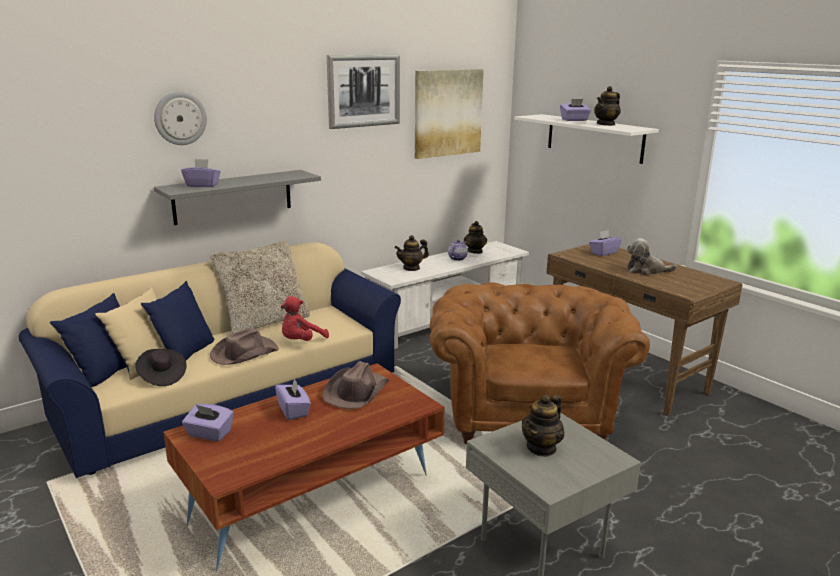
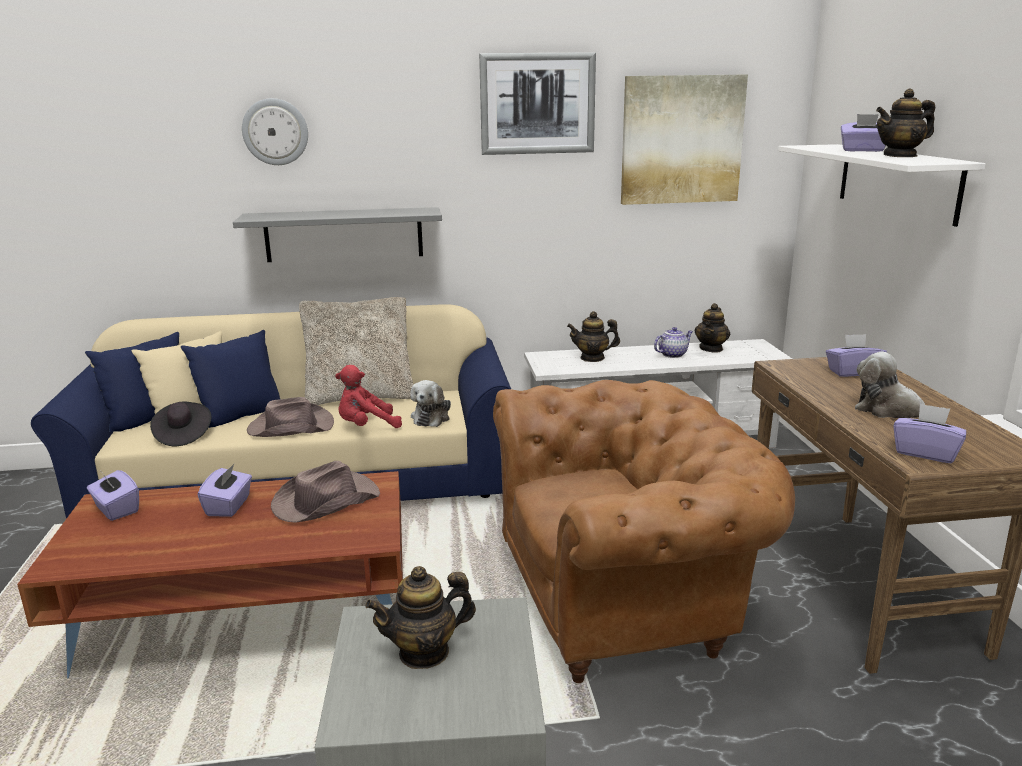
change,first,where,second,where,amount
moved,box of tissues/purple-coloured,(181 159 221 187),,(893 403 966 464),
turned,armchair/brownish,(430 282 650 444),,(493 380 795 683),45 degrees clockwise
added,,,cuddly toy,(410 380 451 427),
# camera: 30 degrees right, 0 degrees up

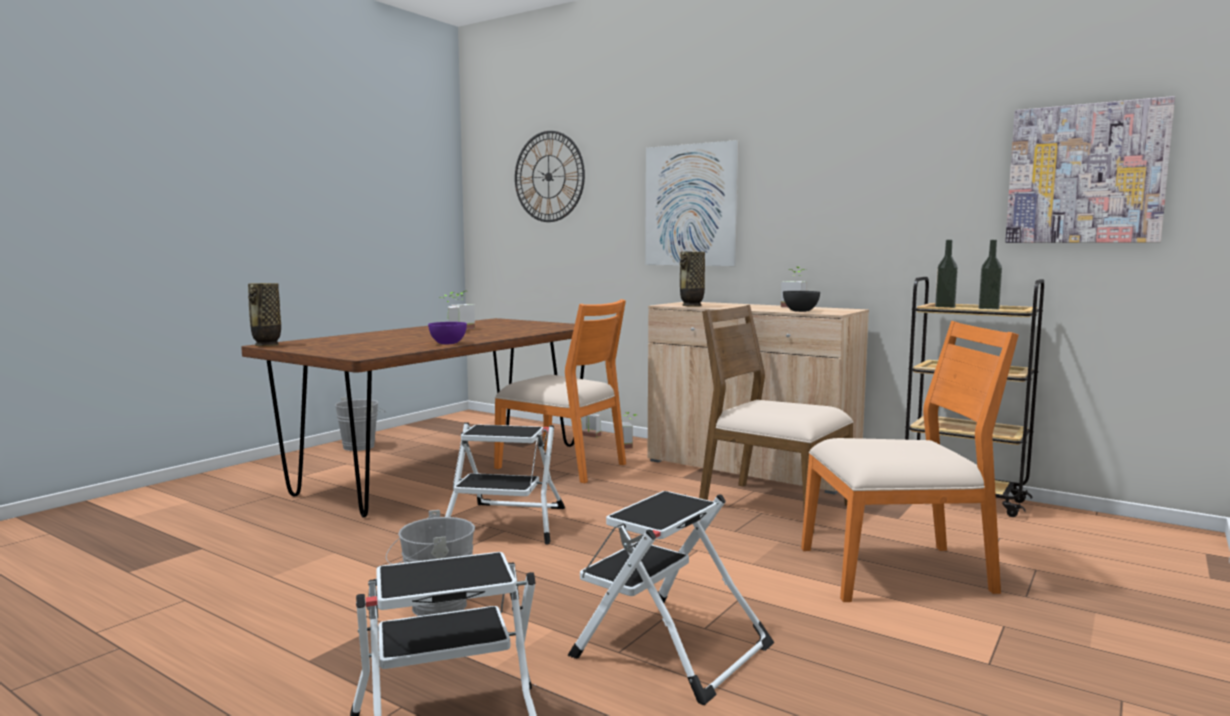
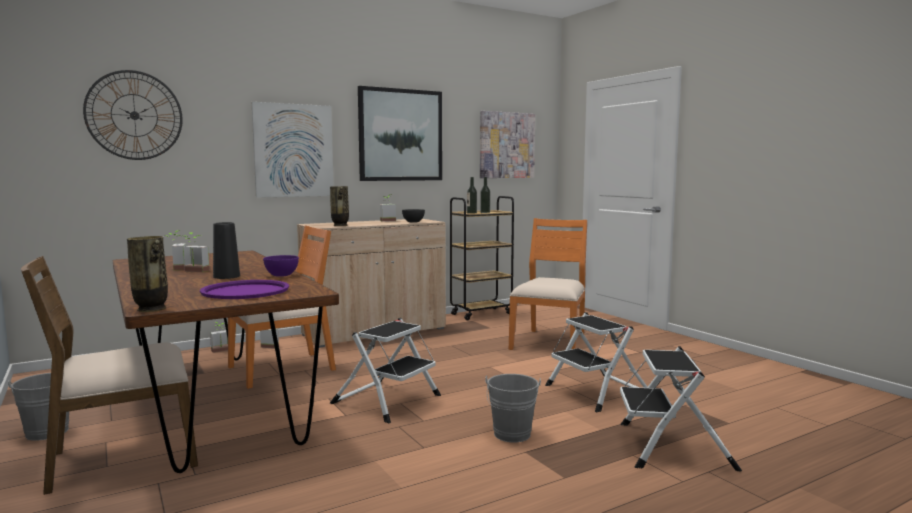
change,first,where,second,where,amount
moved,plain chair/brownish,(699 305 853 533),,(21 256 198 495),
added,,,picture,(358 86 442 181),
added,,,decorative vase/black-coloured,(213 222 240 279),
added,,,serving tray/purple-coloured,(200 280 289 299),
# camera: 65 degrees left, 0 degrees up

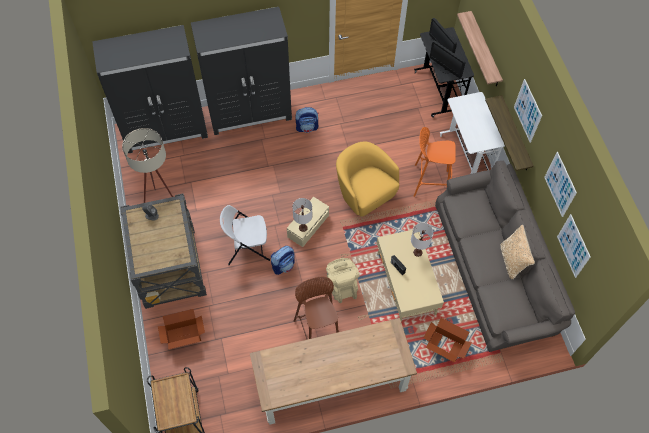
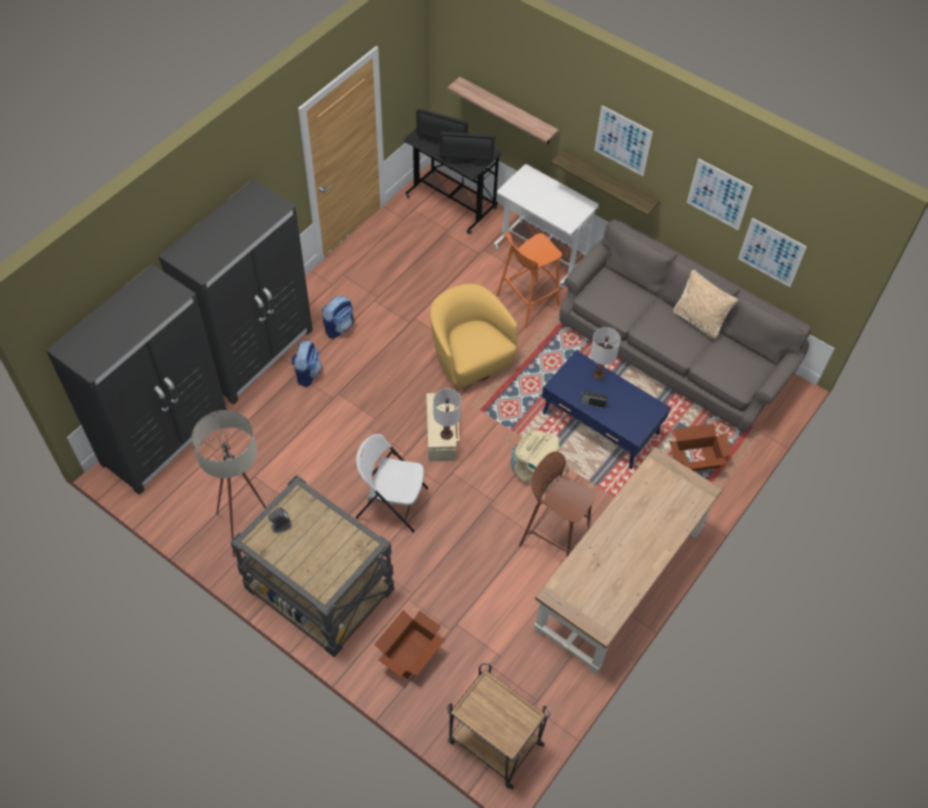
change,first,where,second,where,amount
turned,armchair/yellowish,(336 142 399 217),,(430 284 517 388),45 degrees clockwise
turned,plain chair/whitish,(220 205 270 265),,(356 434 428 533),60 degrees clockwise
recoloured,low table/beige,(377 230 444 321),low table/blue-coloured,(542 350 671 469),
moved,backpack,(271 246 295 275),,(291 340 322 387),
# camera: 40 degrees left, 5 degrees down

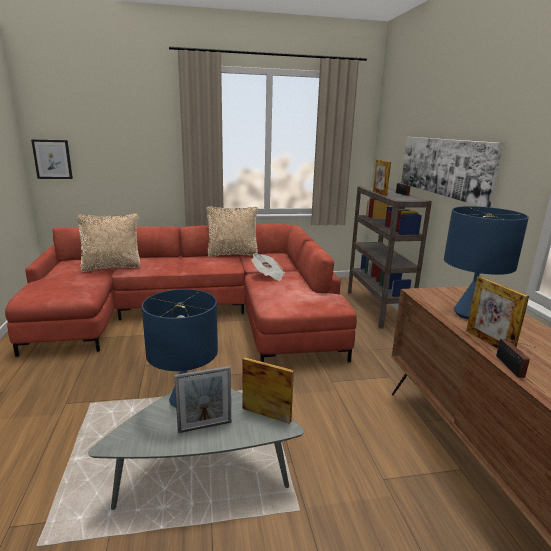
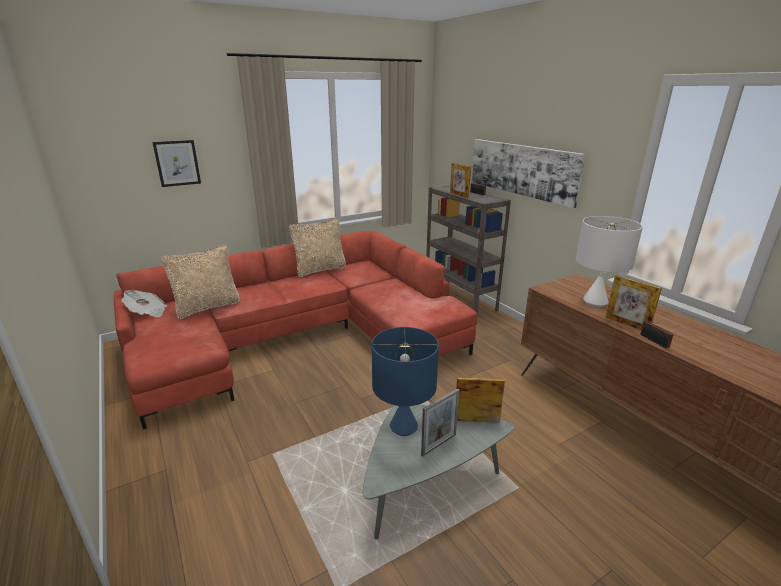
change,first,where,second,where,amount
moved,picture,(31 139 73 179),,(152 140 201 187),
recoloured,lamp for a table/blue-coloured,(444 206 529 319),lamp for a table/whitish,(576 216 643 307),
moved,printed paper,(251 253 285 281),,(122 290 167 317),
# camera: 20 degrees left, 5 degrees up

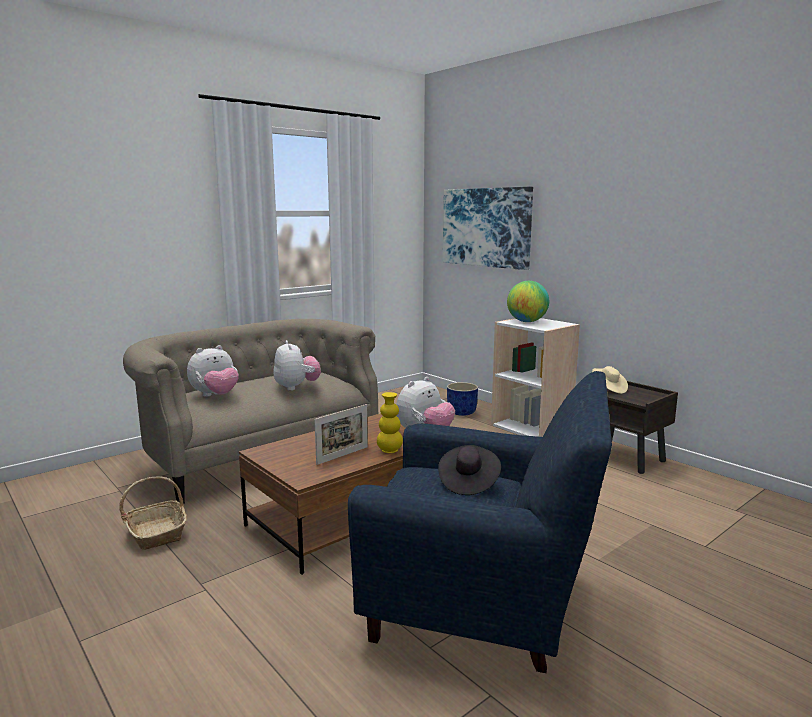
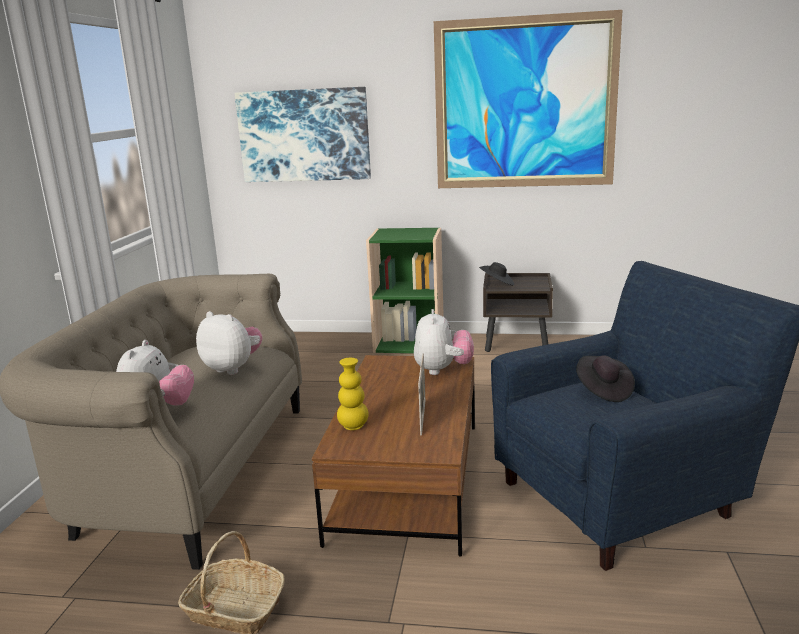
change,first,where,second,where,amount
removed,desk globe,(507 281 549 322),,,
recoloured,shelving unit/whitish,(491 318 580 437),shelving unit/green-coloured,(366 228 444 353),
recoloured,wearable hat/beige,(592 366 628 394),wearable hat/black-coloured,(479 262 514 285),
removed,planter/blue-coloured,(447 382 478 416),,,
moved,decorative vase/yellowish,(377 392 403 453),,(337 358 369 430),
added,,,picture,(434 10 622 188),
# camera: 40 degrees left, 5 degrees up

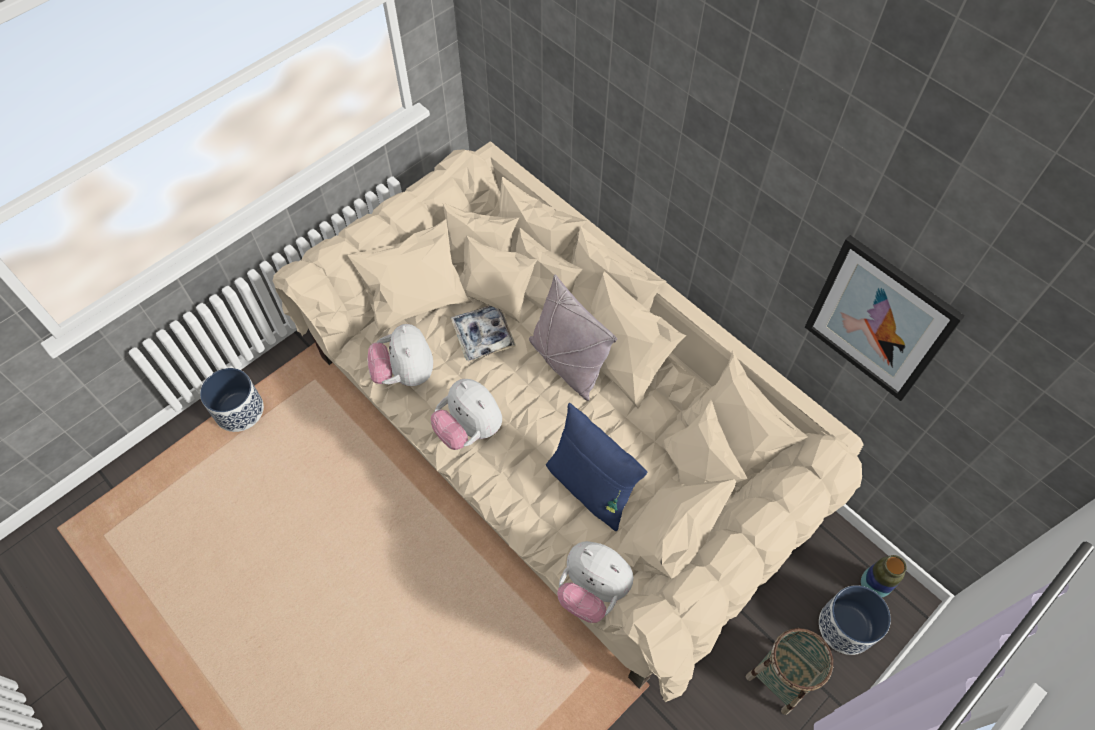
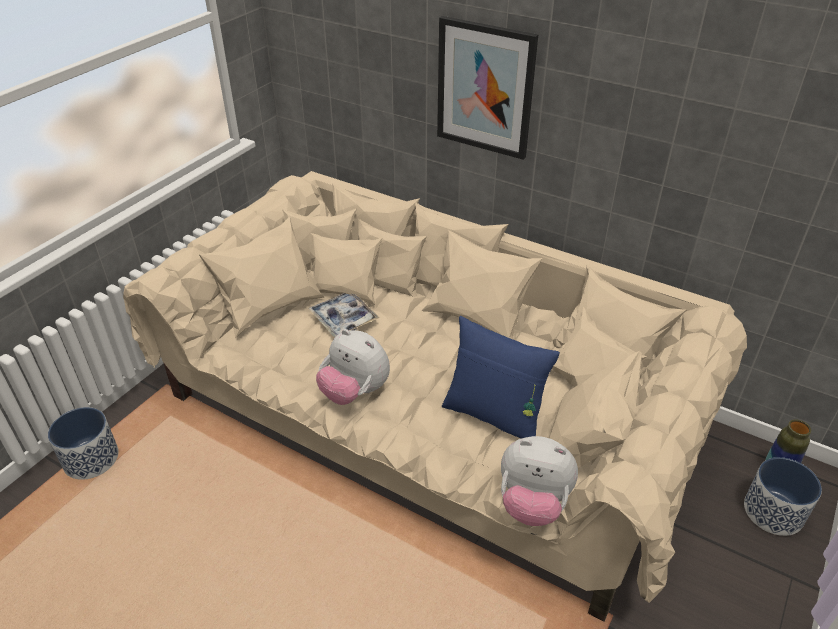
change,first,where,second,where,amount
moved,picture,(805 235 965 401),,(437 16 538 160),
removed,cushion/purple-coloured,(529 274 617 401),,,
removed,cuddly toy,(368 324 433 386),,,
removed,storage basket,(746 628 834 715),,,
# camera: 15 degrees left, 20 degrees down

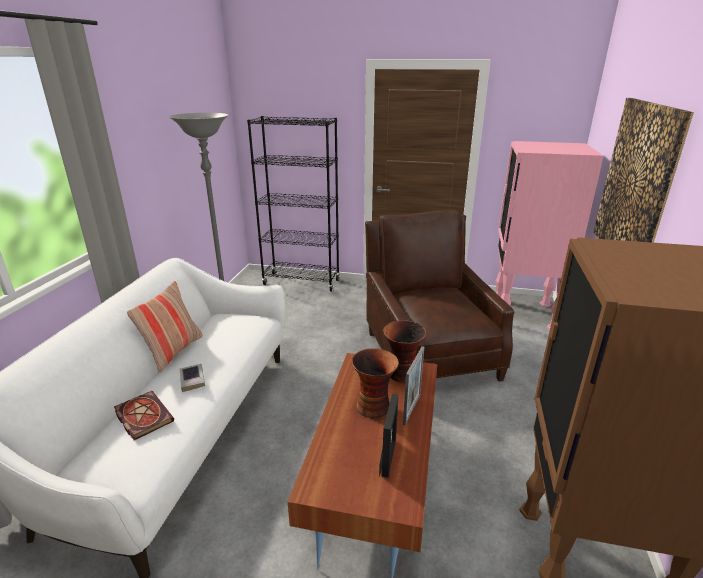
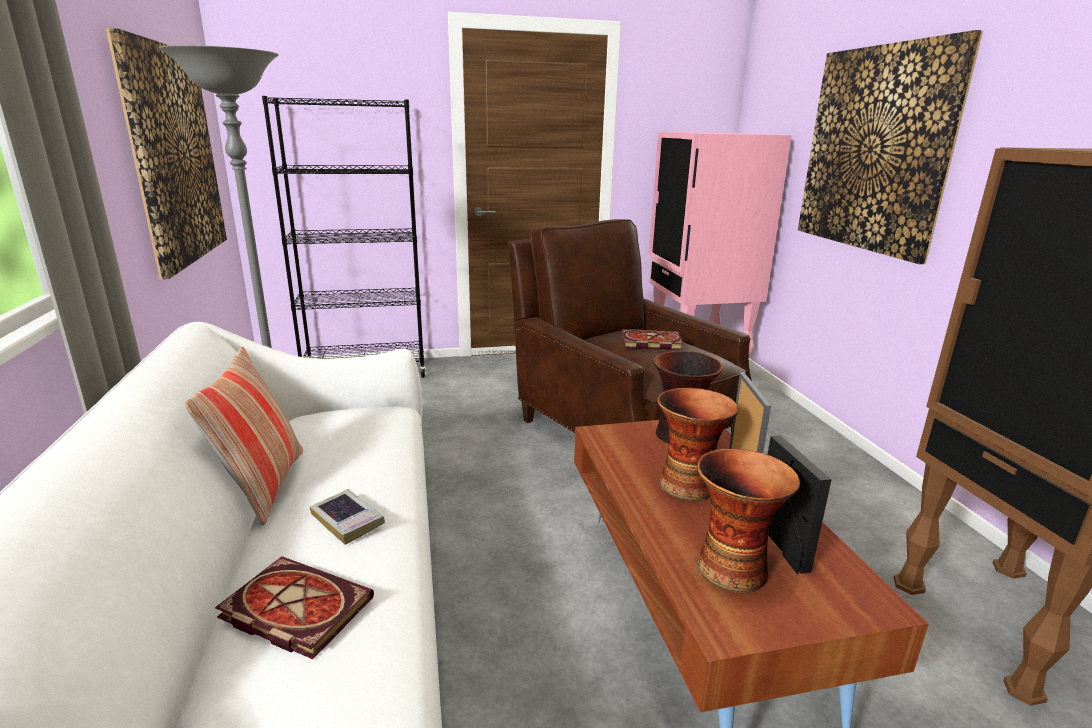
change,first,where,second,where,amount
added,,,picture,(106 28 227 279),
added,,,bound book,(622 329 683 350),
added,,,decorative vase,(696 449 800 593),
# camera: 25 degrees left, 5 degrees down

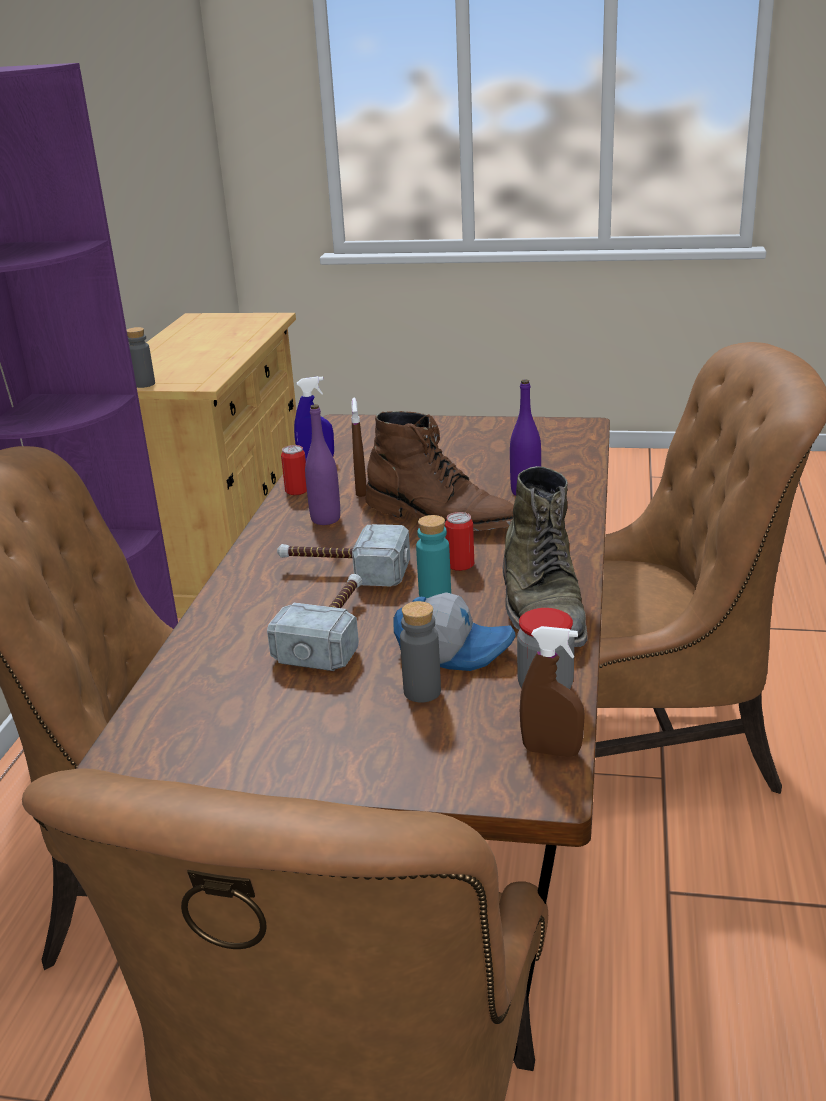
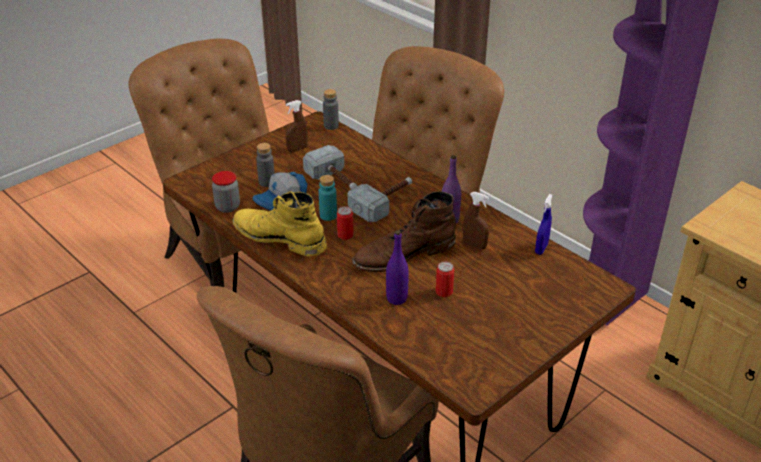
change,first,where,second,where,amount
moved,beverage bottle/grey,(127 327 155 388),,(323 89 339 130),
moved,can,(281 445 307 495),,(436 262 454 297),
recoloured,tall boot/green-coloured,(503 466 588 647),tall boot/yellowish,(233 191 327 256),
moved,hand sprayer/brownish,(520 626 585 757),,(285 100 308 153),
# camera: 125 degrees right, 10 degrees up

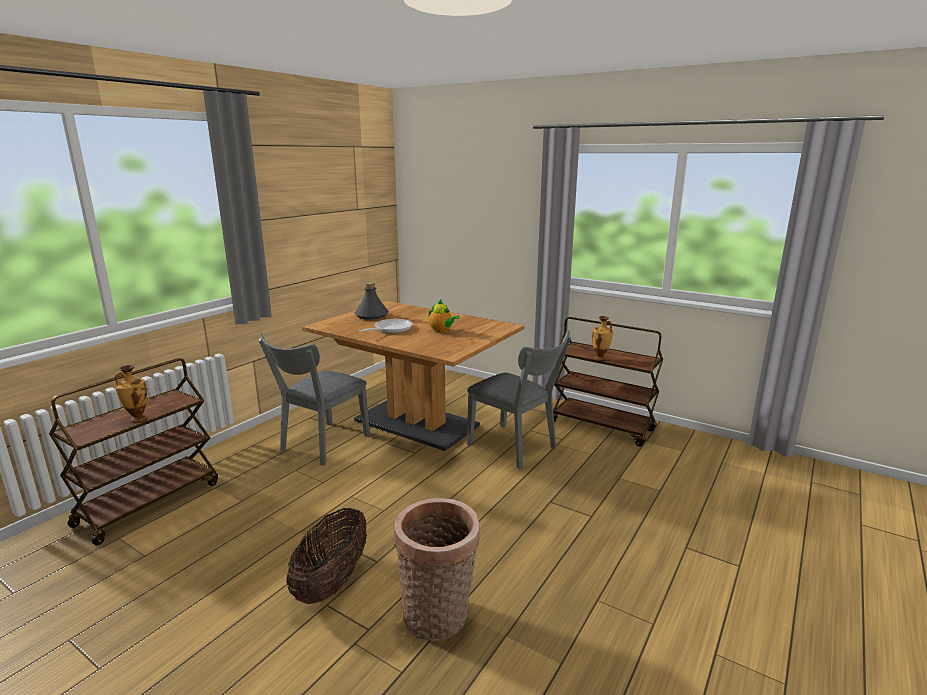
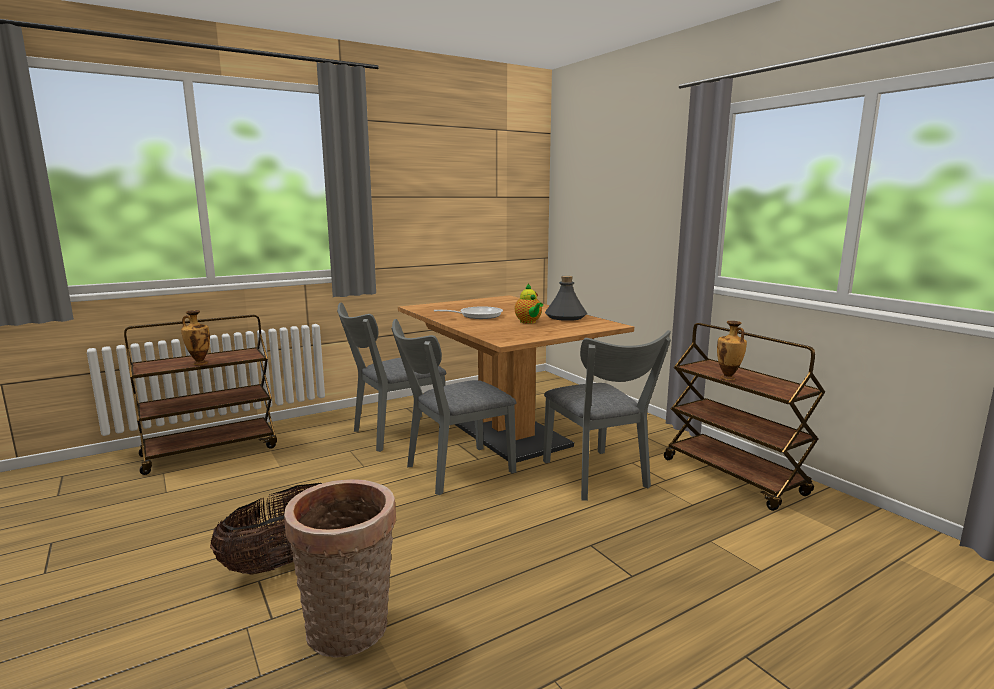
change,first,where,second,where,amount
moved,beverage bottle/grey,(355 282 389 320),,(545 276 587 321),
added,,,plain chair/grey,(391 319 516 495),
# camera: 25 degrees right, 5 degrees down

